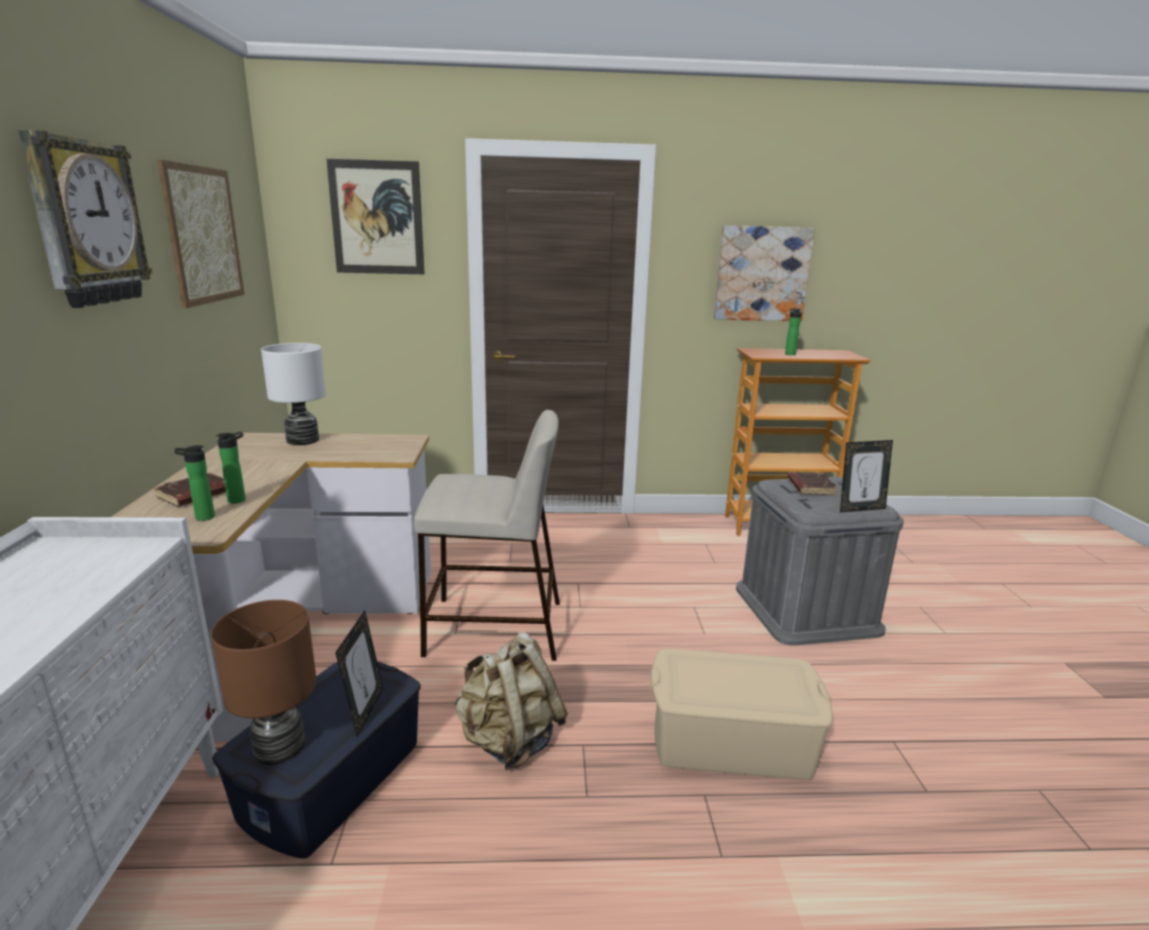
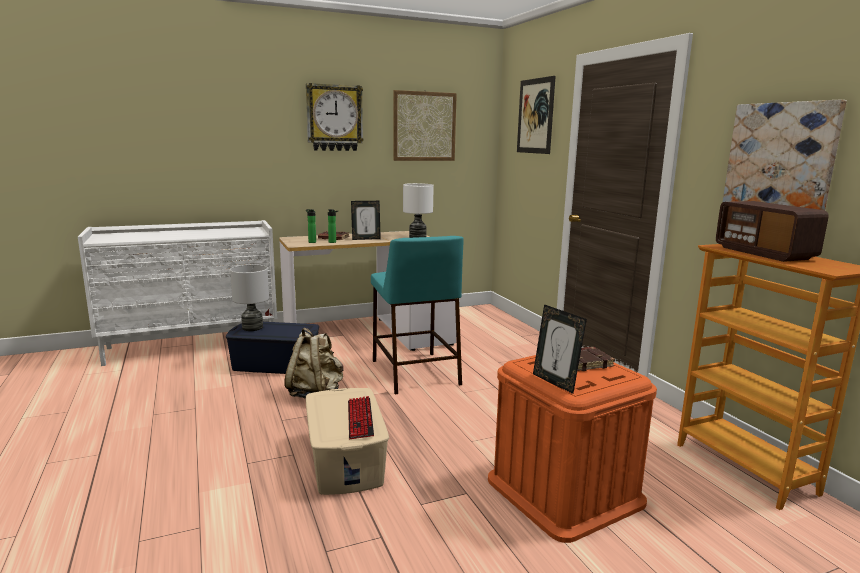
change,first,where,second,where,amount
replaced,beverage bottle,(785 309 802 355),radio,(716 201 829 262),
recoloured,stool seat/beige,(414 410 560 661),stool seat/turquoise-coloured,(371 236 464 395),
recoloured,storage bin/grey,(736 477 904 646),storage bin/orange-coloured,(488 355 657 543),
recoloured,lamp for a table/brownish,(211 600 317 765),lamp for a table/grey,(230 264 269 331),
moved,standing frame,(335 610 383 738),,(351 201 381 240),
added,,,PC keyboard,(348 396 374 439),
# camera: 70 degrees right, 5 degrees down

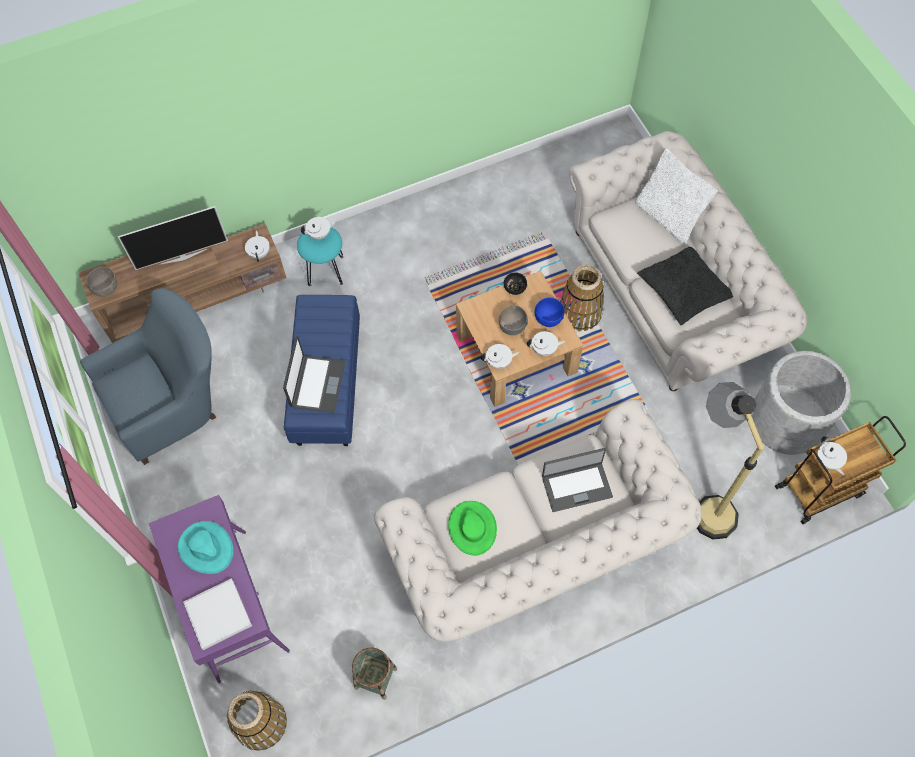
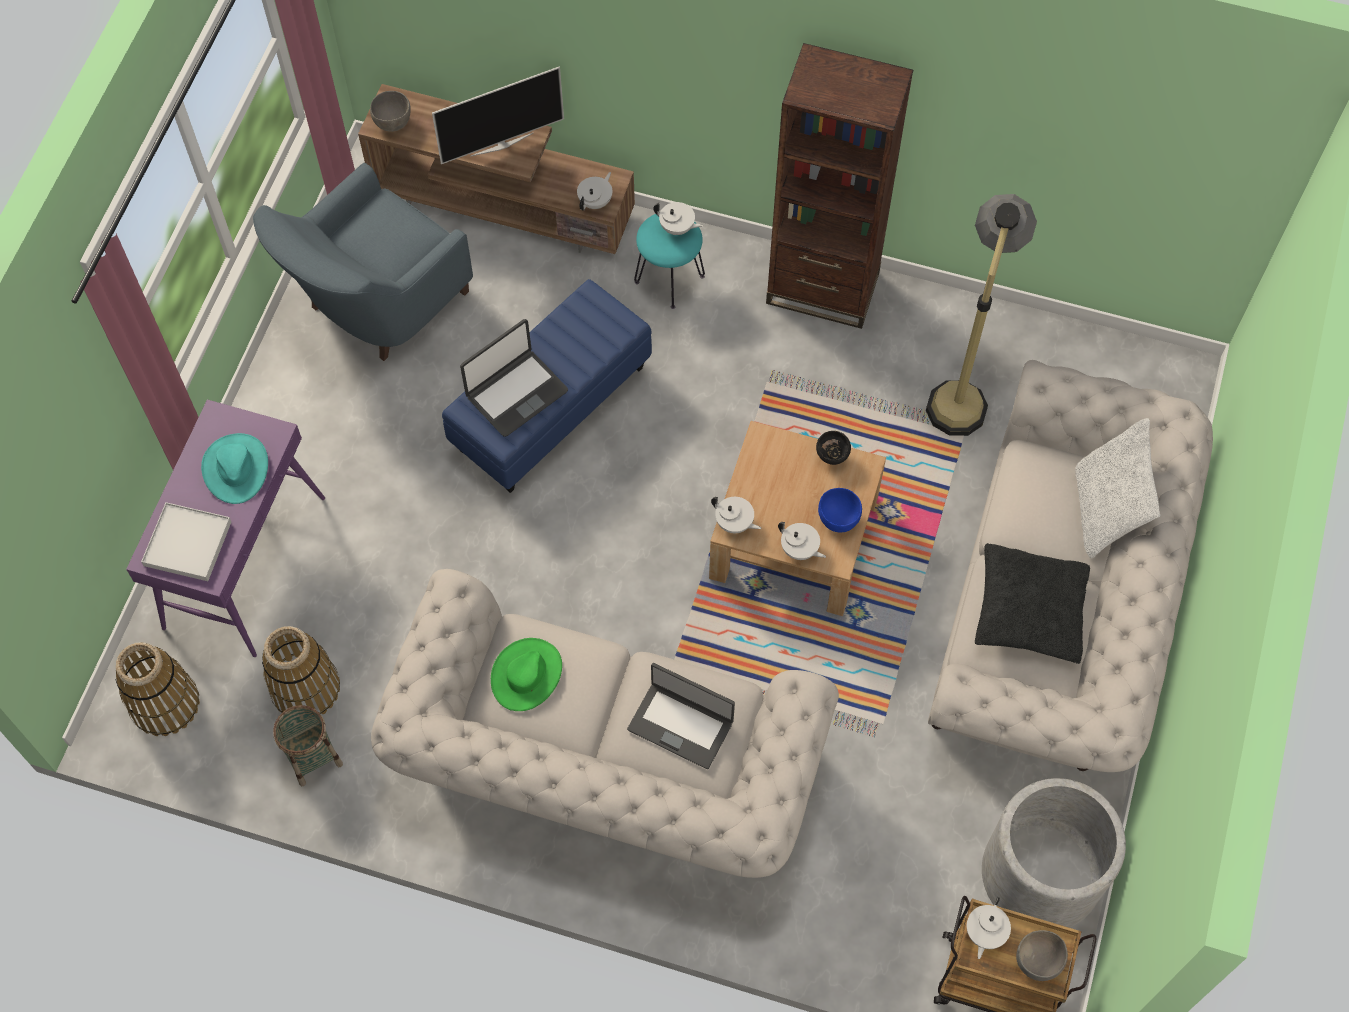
change,first,where,second,where,amount
turned,TV,(118 206 228 270),,(432 66 564 164),45 degrees counterclockwise
moved,storage basket,(560 264 604 331),,(262 626 340 714),
turned,armchair/blue-coloured,(80 288 216 465),,(253 163 473 361),120 degrees clockwise
moved,bowl/grey,(499 305 528 335),,(1016 930 1068 981),
moved,standard lamp,(697 382 764 540),,(926 194 1037 436),
added,,,shelving unit/brownish,(766 43 913 329),
# camera: 40 degrees right, 0 degrees up

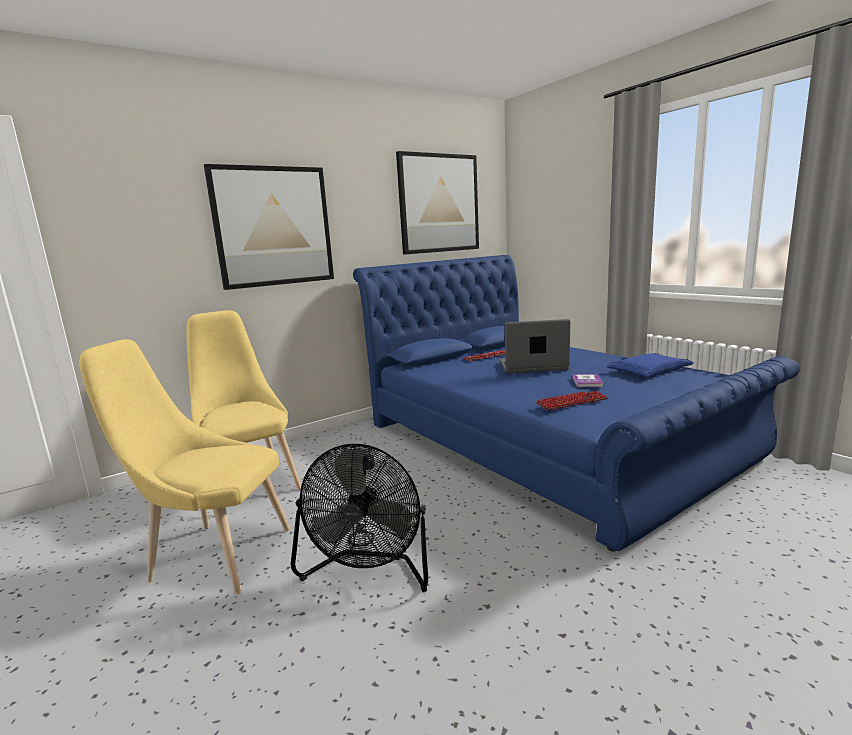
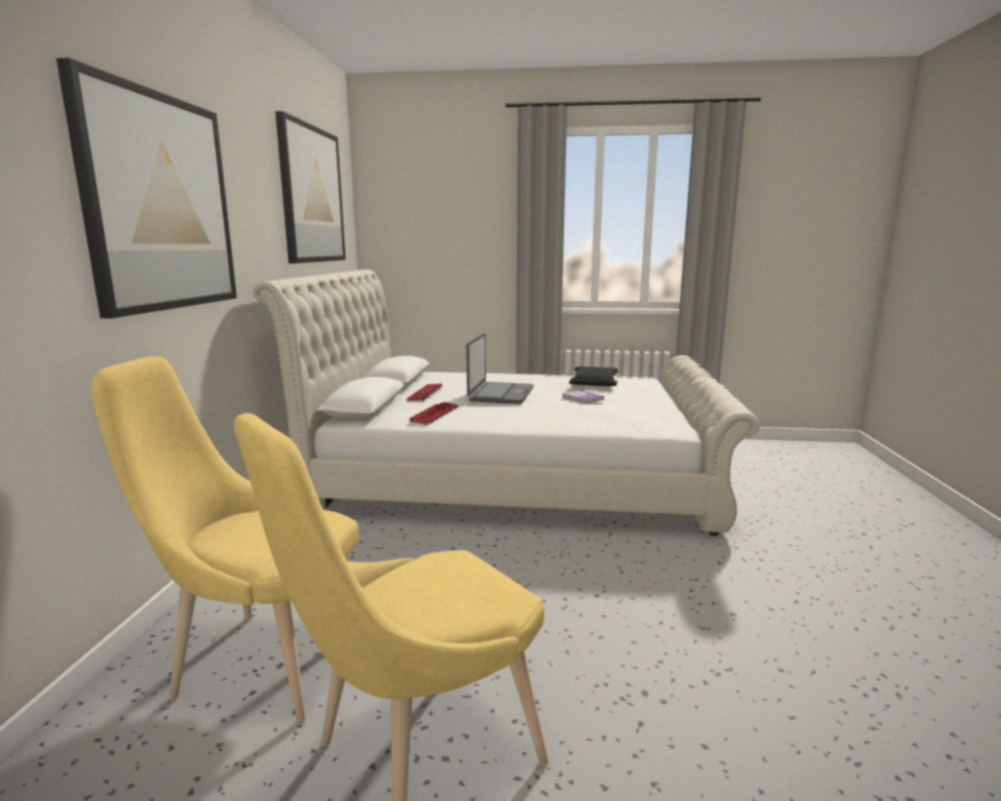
change,first,where,second,where,amount
recoloured,bedroom bed/blue-coloured,(353 255 800 551),bedroom bed/beige,(253 269 760 536),
turned,notebook computer,(500 319 570 373),,(466 333 533 404),150 degrees clockwise
recoloured,cushion/blue-coloured,(607 353 693 377),cushion/black-coloured,(569 366 618 386),
moved,PC keyboard,(536 391 608 410),,(409 402 458 425),
removed,cooling fan/black-coloured,(291 444 428 592),,,
# camera: 50 degrees left, 0 degrees up

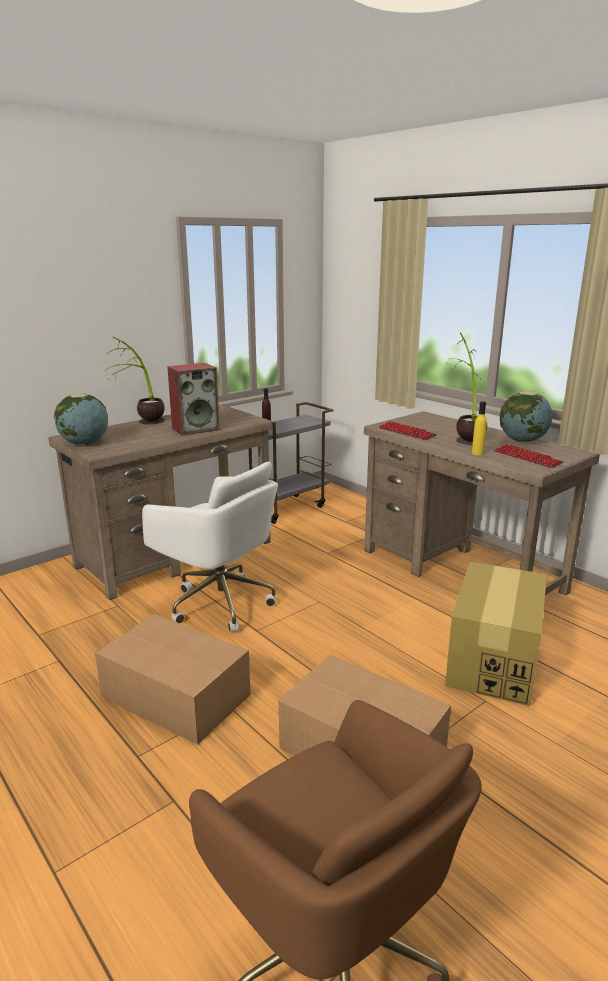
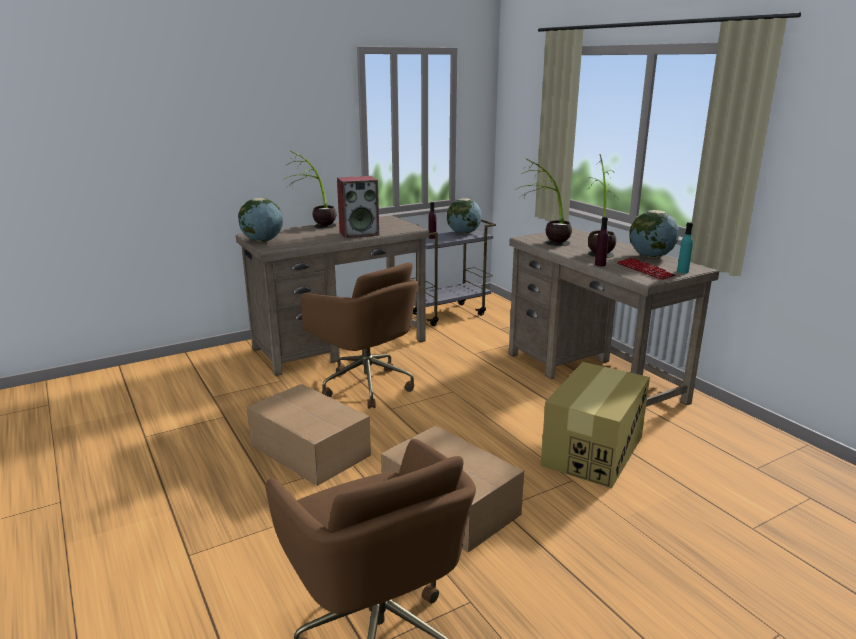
change,first,where,second,where,amount
recoloured,beverage bottle/yellowish,(472 401 487 455),beverage bottle/purple-coloured,(595 217 609 266),
replaced,PC keyboard,(379 421 437 440),potted plant,(515 159 572 246),
recoloured,desk chair/whitish,(142 462 278 633),desk chair/brownish,(301 262 419 409),
added,,,desk globe,(447 198 481 234),
added,,,beverage bottle/turquoise-coloured,(677 222 693 274),
# camera: 10 degrees right, 0 degrees up

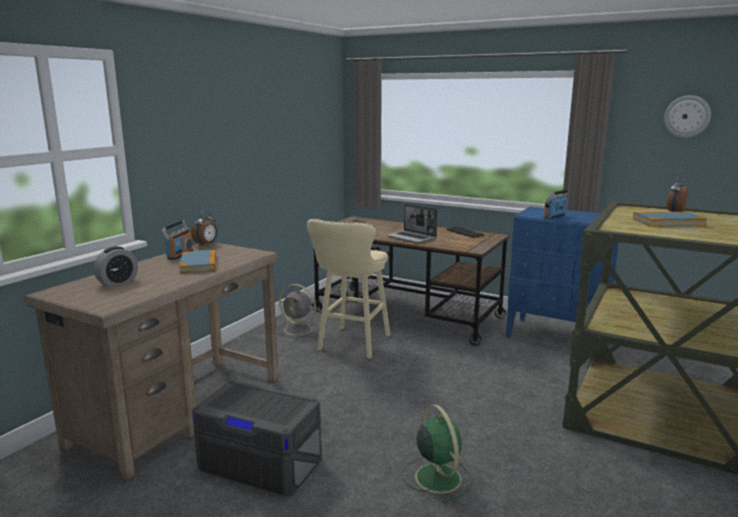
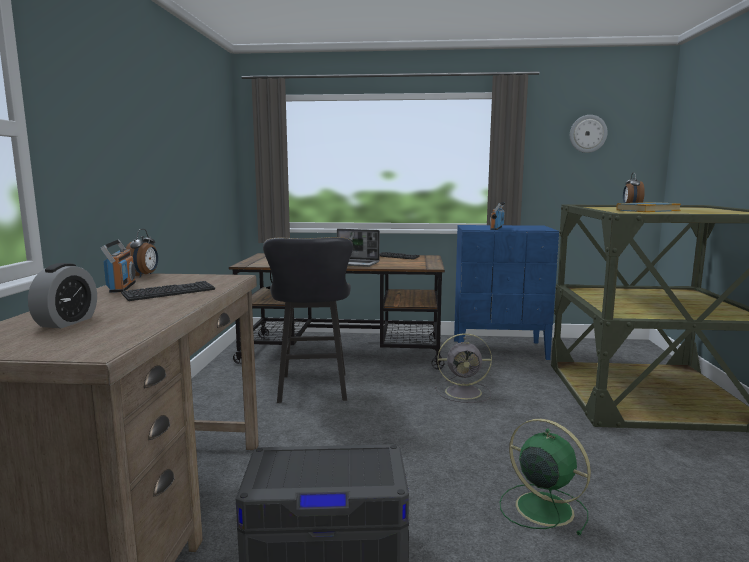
change,first,where,second,where,amount
recoloured,stool seat/beige,(307 219 390 359),stool seat/black-coloured,(263 237 353 403),
replaced,bound book,(179 250 216 274),PC keyboard,(121 281 215 301),
moved,cooling fan/grey,(277 284 320 339),,(435 333 492 403),
# camera: 25 degrees left, 5 degrees down

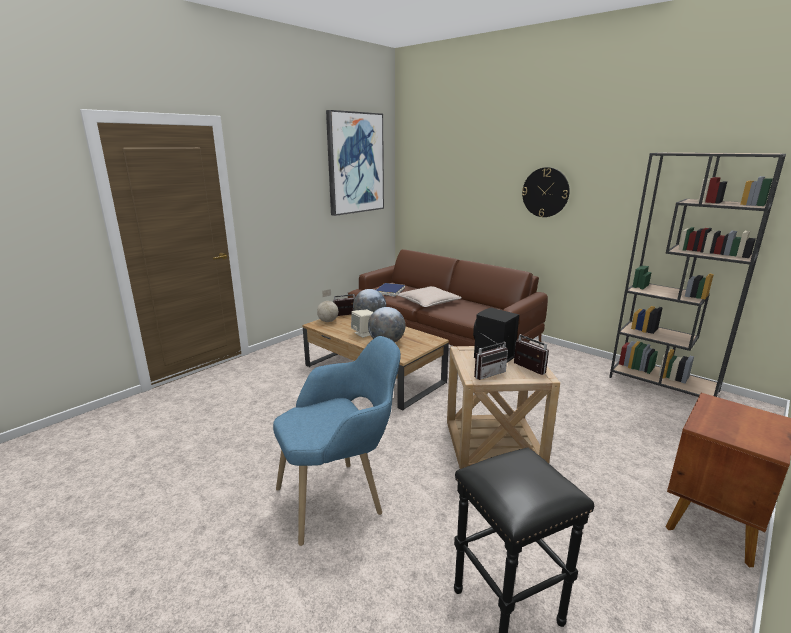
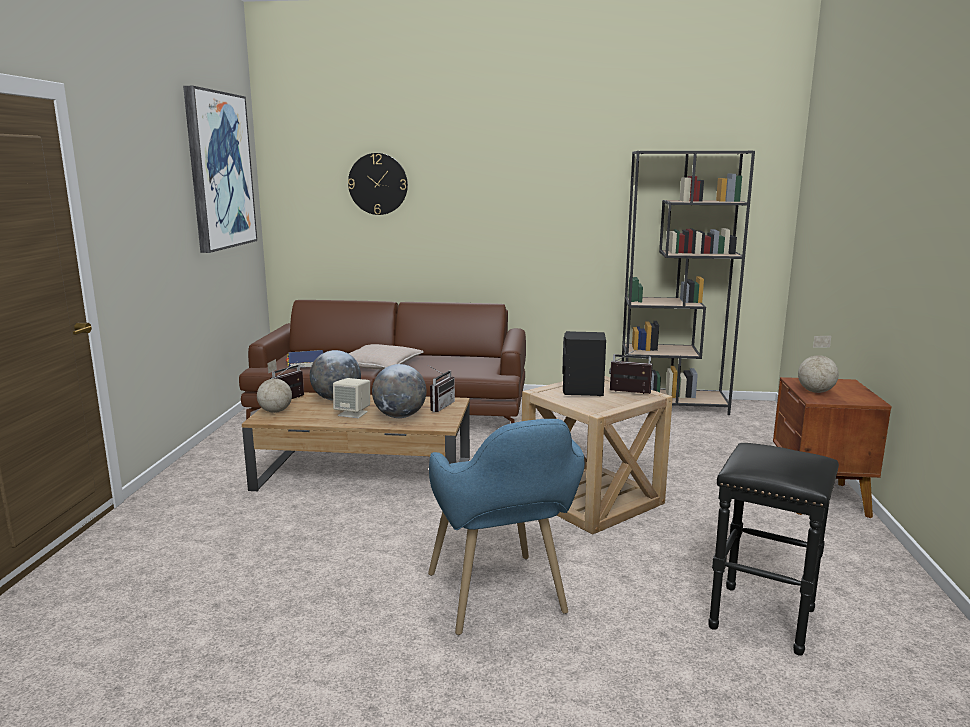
change,first,where,second,where,amount
moved,hanging clock,(522 167 570 217),,(348 153 408 215),
moved,radio,(474 333 508 380),,(427 365 455 412),
turned,armchair/blue-coloured,(273 336 401 546),,(428 419 585 635),135 degrees clockwise
added,,,desk globe,(798 336 839 393),
# camera: 35 degrees left, 5 degrees down

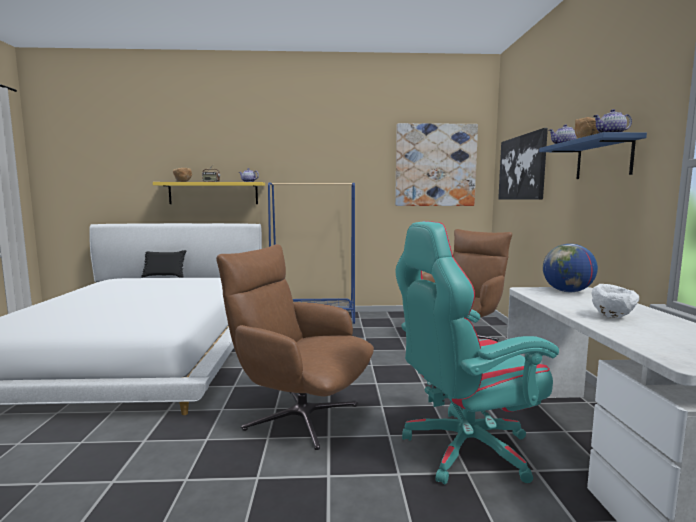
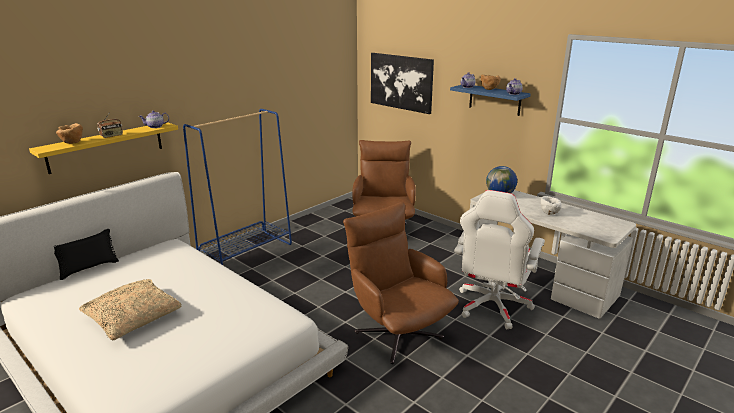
change,first,where,second,where,amount
removed,picture,(395 123 478 206),,,
recoloured,desk chair/turquoise-coloured,(396 221 559 485),desk chair/whitish,(454 190 545 329),
turned,armchair/brownish,(216 244 374 450),,(343 202 459 364),75 degrees clockwise
added,,,cushion/beige,(79 279 181 340),
# camera: 45 degrees left, 15 degrees up

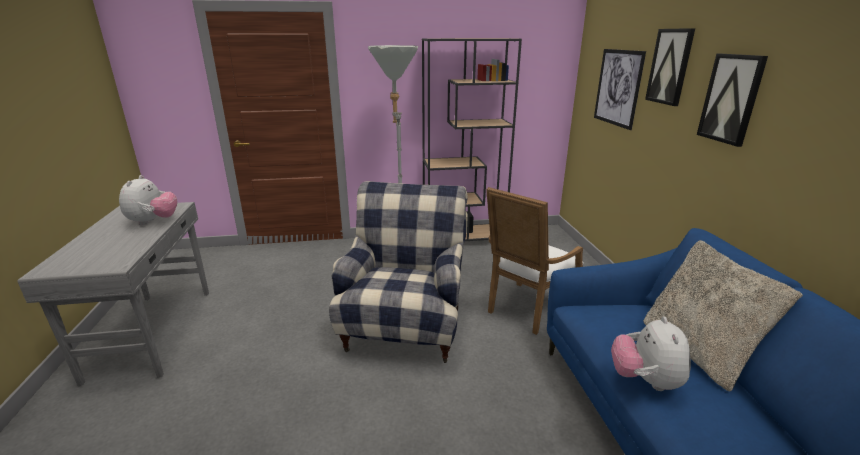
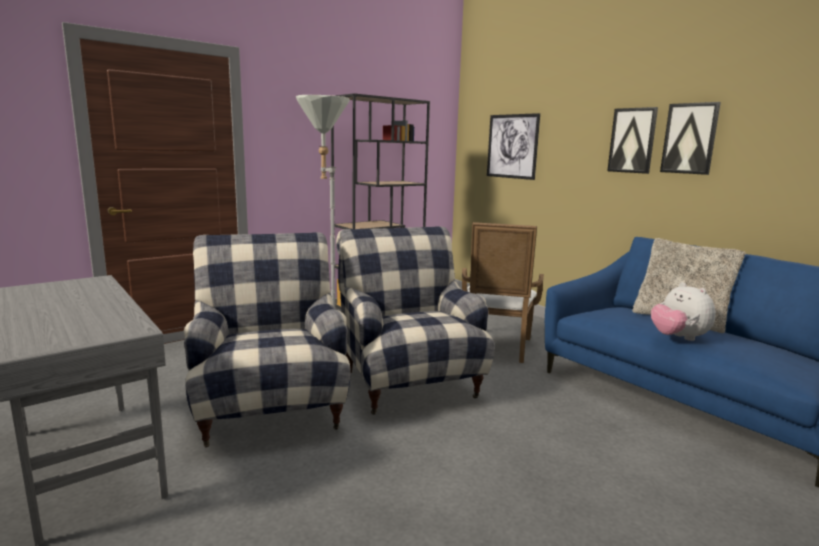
change,first,where,second,where,amount
moved,picture,(645 28 695 106),,(660 102 721 175),
removed,cuddly toy,(119 175 177 225),,,
added,,,armchair,(184 232 351 447),
# camera: 30 degrees left, 10 degrees down

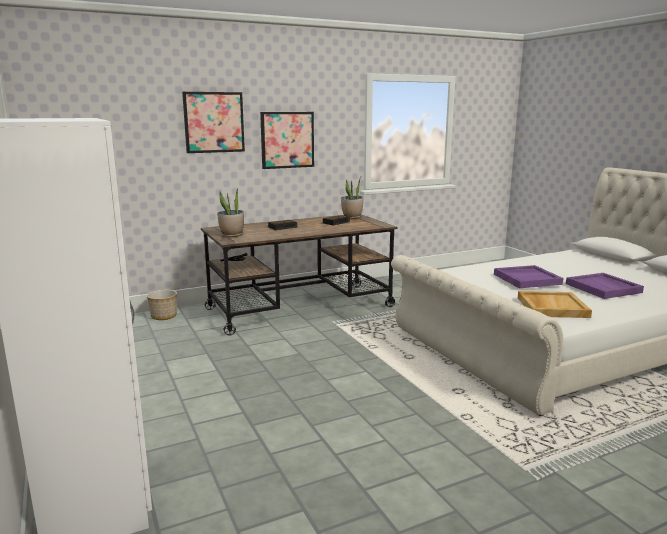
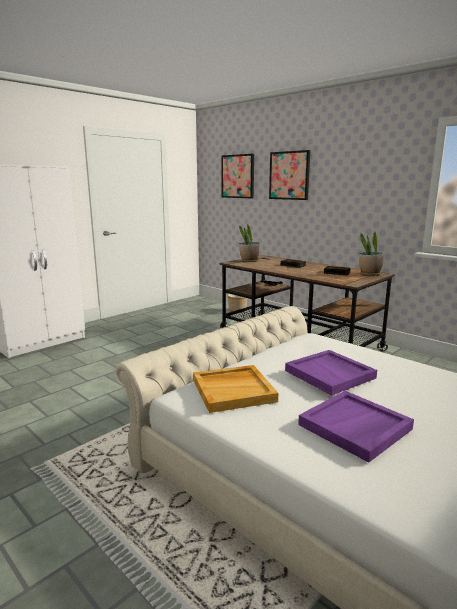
change,first,where,second,where,amount
moved,picture,(260 112 314 169),,(221 154 254 198),
# camera: 70 degrees right, 0 degrees up

